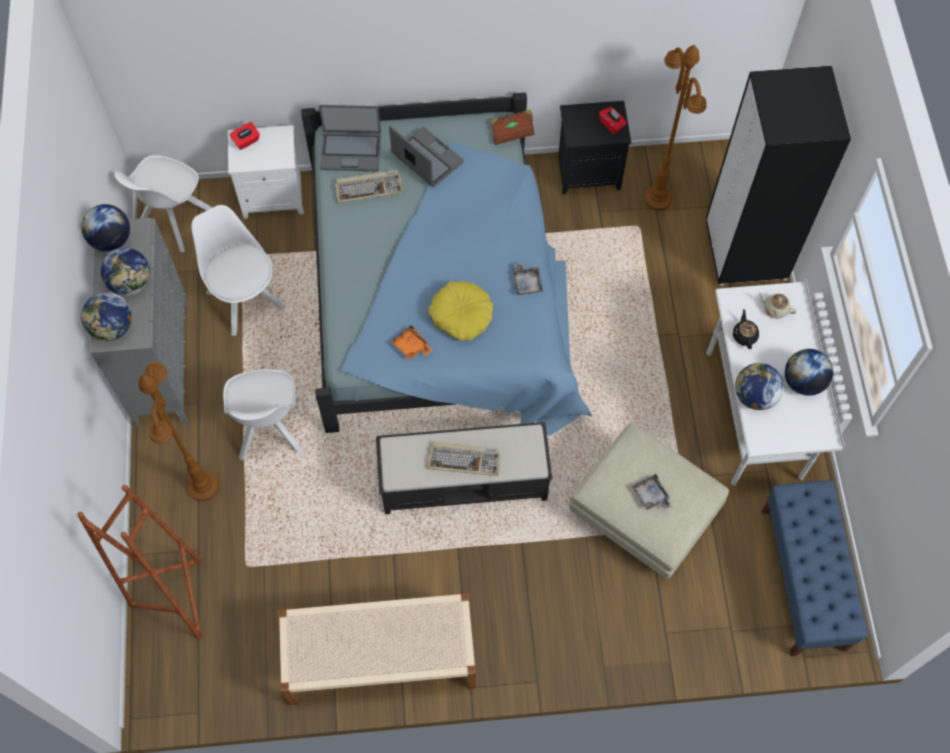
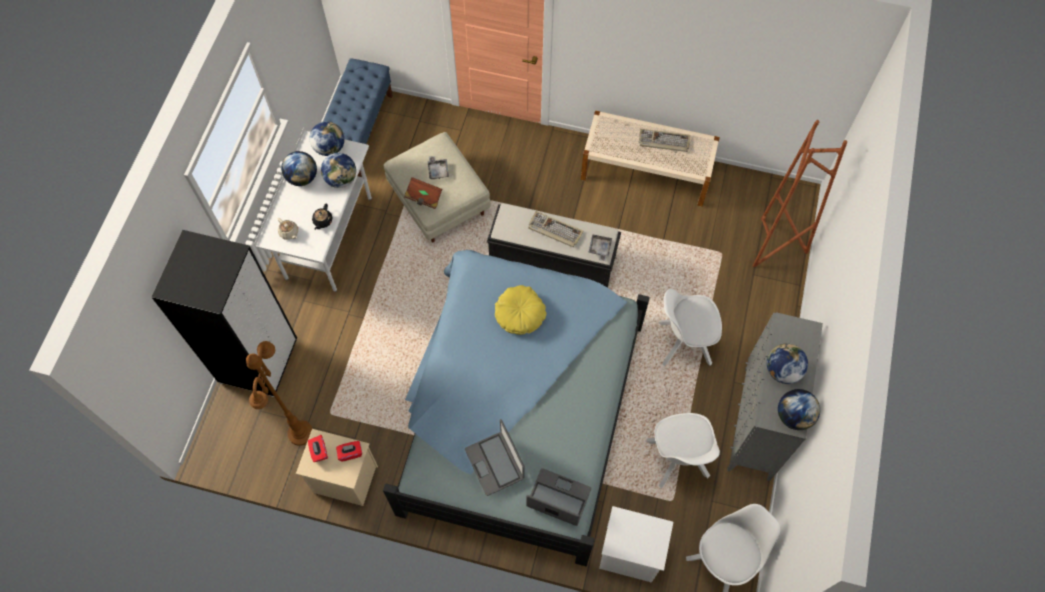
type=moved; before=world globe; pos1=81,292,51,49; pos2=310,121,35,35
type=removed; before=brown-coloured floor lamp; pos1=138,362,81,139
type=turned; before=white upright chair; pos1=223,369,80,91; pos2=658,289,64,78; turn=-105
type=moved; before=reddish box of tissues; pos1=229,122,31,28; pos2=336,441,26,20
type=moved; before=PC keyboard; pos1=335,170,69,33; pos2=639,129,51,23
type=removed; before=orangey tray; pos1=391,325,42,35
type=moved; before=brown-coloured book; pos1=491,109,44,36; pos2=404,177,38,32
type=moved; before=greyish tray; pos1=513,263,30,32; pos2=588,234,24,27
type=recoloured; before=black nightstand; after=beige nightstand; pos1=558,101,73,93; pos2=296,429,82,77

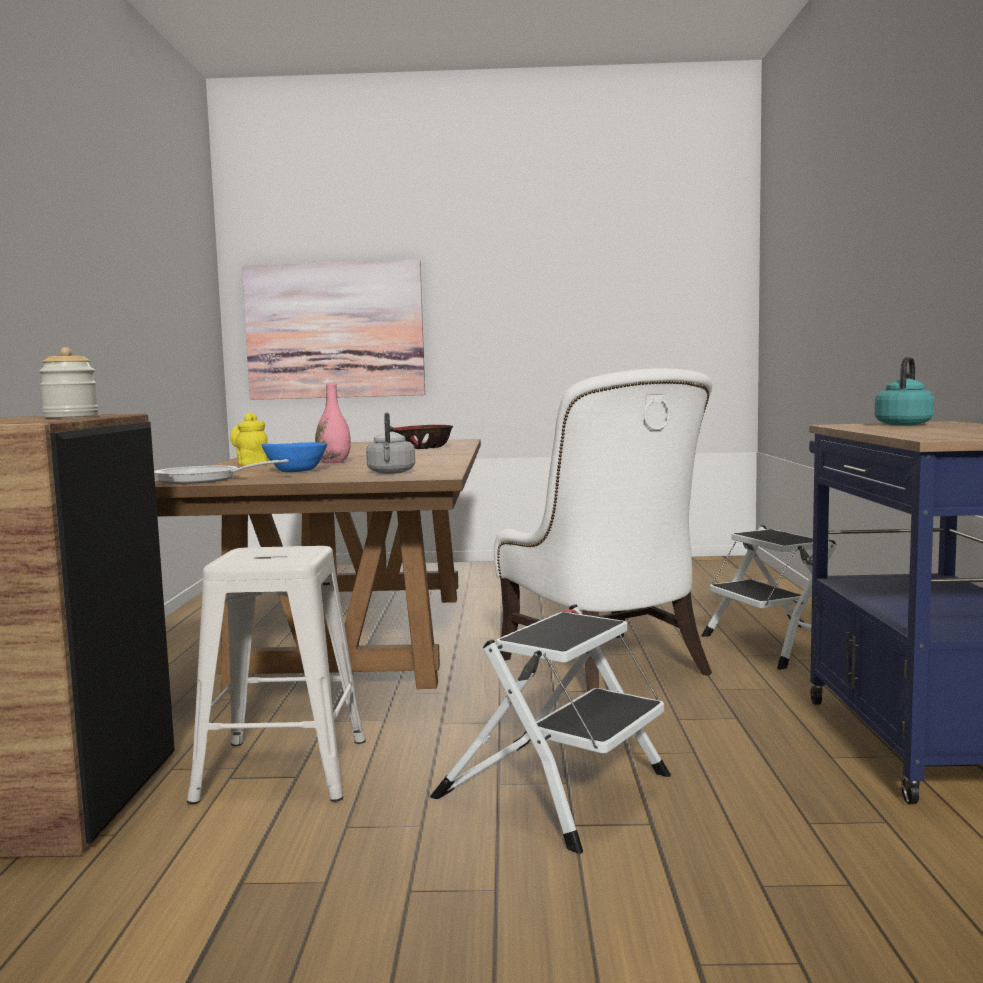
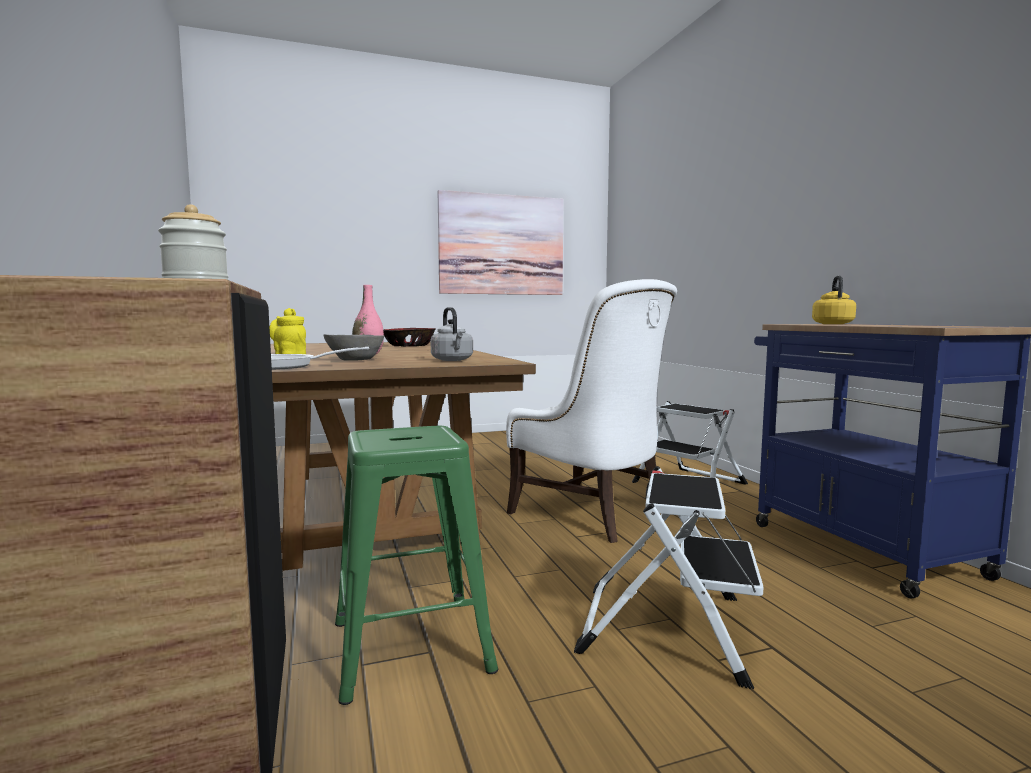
type=recoloured; before=white stool; after=greenish stool; pos1=187,546,179,258; pos2=335,426,163,279
type=moved; before=picture; pos1=242,260,183,140; pos2=438,190,125,105
type=recoloured; before=blue-coloured deep dish; after=greyish deep dish; pos1=262,442,65,30; pos2=324,334,60,27
type=recoloured; before=turquoise-coloured tea kettle; after=yellow-coloured tea kettle; pos1=875,357,59,69; pos2=812,276,44,48

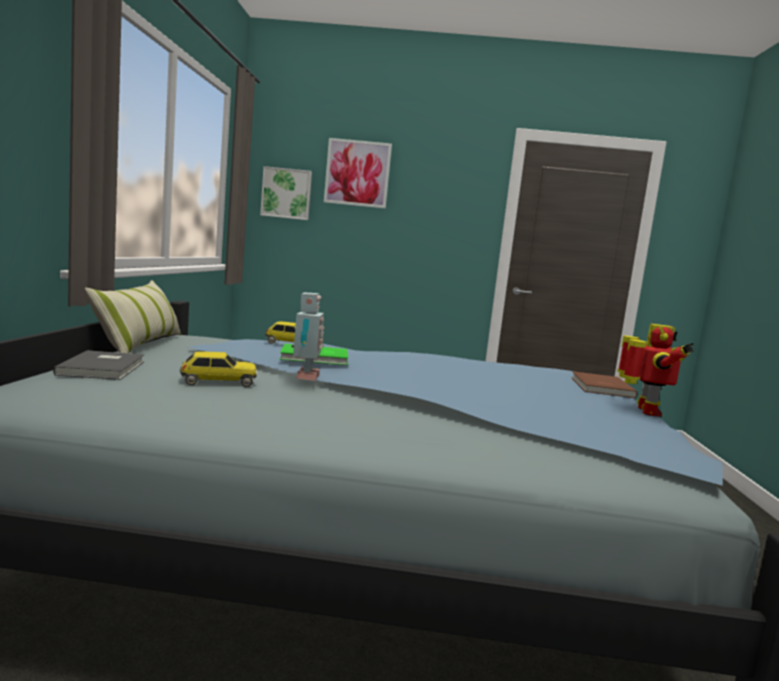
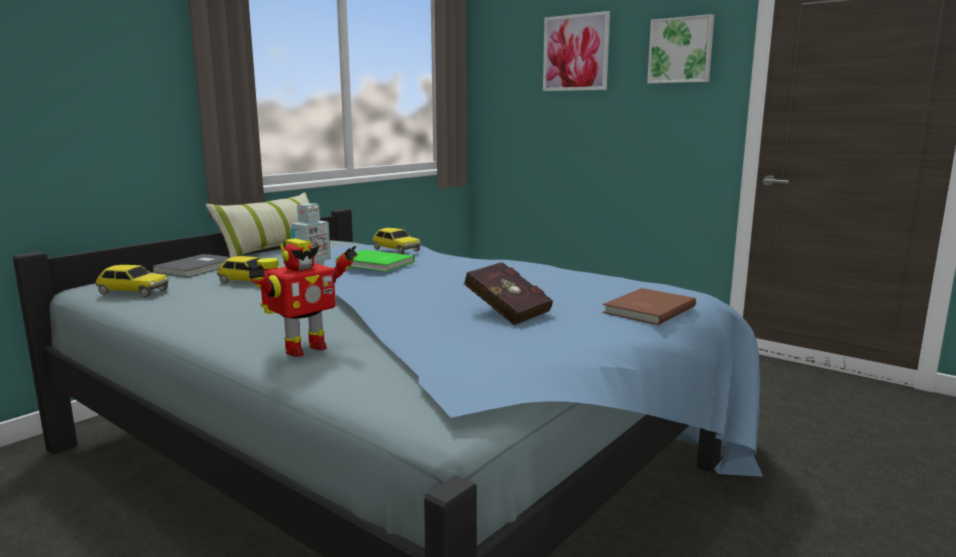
type=moved; before=picture; pos1=260,166,52,54; pos2=647,14,67,70
type=moved; before=toy robot; pos1=617,324,77,93; pos2=247,238,111,119
type=added; after=miniature car; pos2=95,265,74,32
type=added; after=reddish book; pos2=464,262,89,63

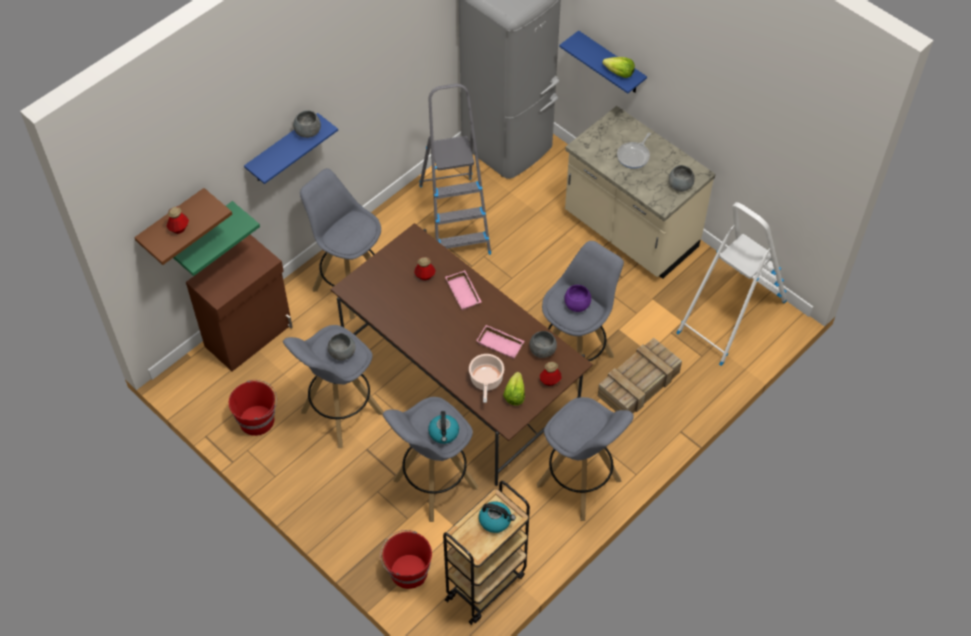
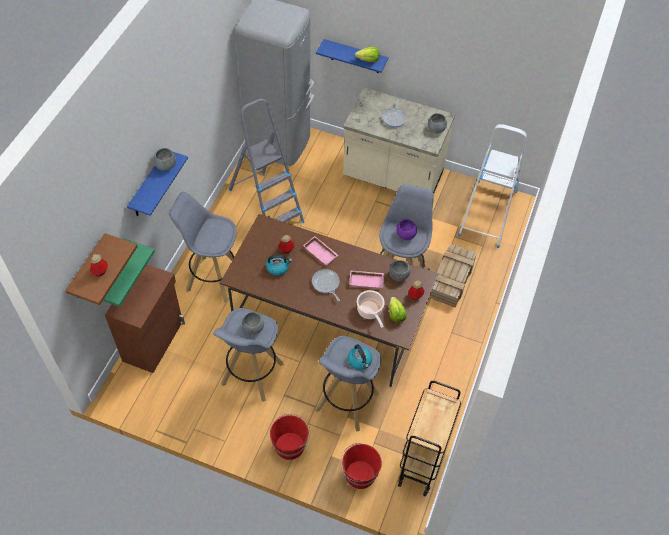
type=moved; before=reddish water bucket; pos1=229,380,48,56; pos2=270,414,40,46
type=moved; before=tea kettle; pos1=479,501,37,32; pos2=266,255,26,21
type=removed; before=greyish stool; pos1=537,397,97,124
type=added; after=skillet; pos2=312,269,28,33

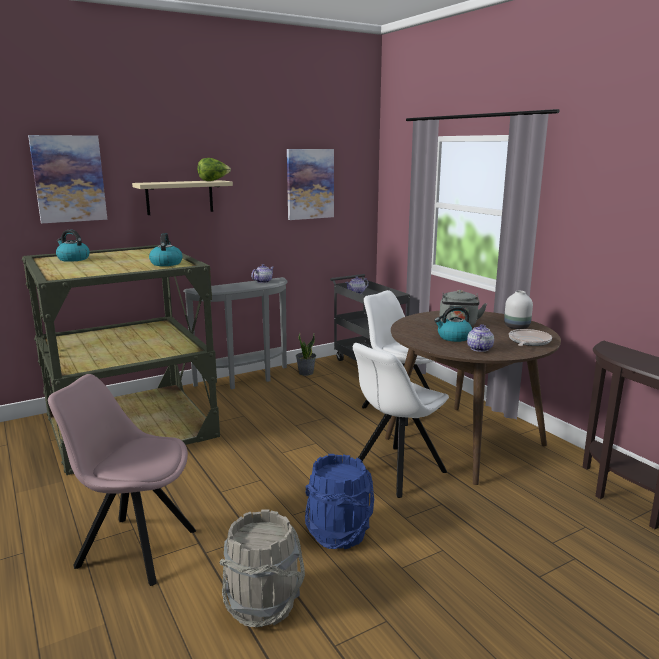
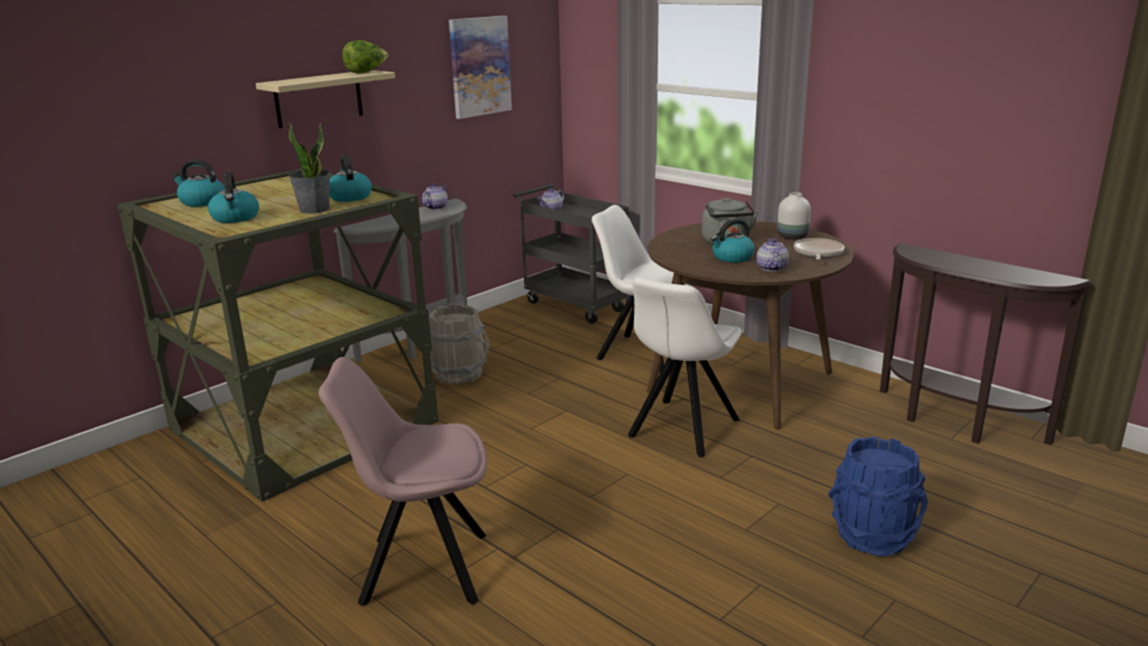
type=removed; before=picture; pos1=28,135,79,88
type=moved; before=greyish water bucket; pos1=219,509,86,118; pos2=430,303,60,82
type=moved; before=houseplant; pos1=296,332,20,44; pos2=289,123,42,91
type=moved; before=blue-coloured water bucket; pos1=305,454,69,95; pos2=828,437,100,119
type=added; after=tea kettle; pos2=208,172,51,51

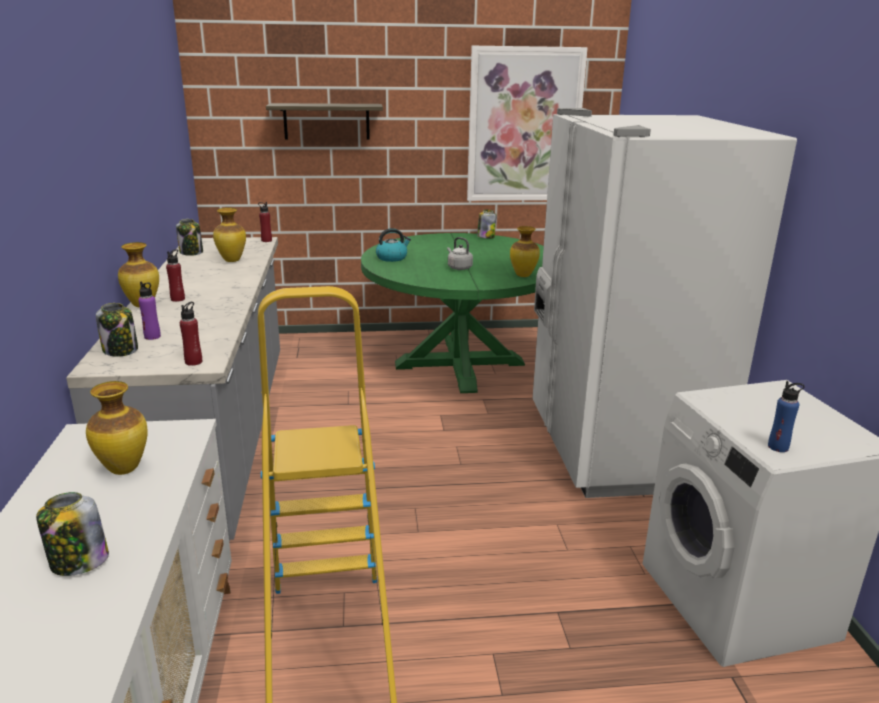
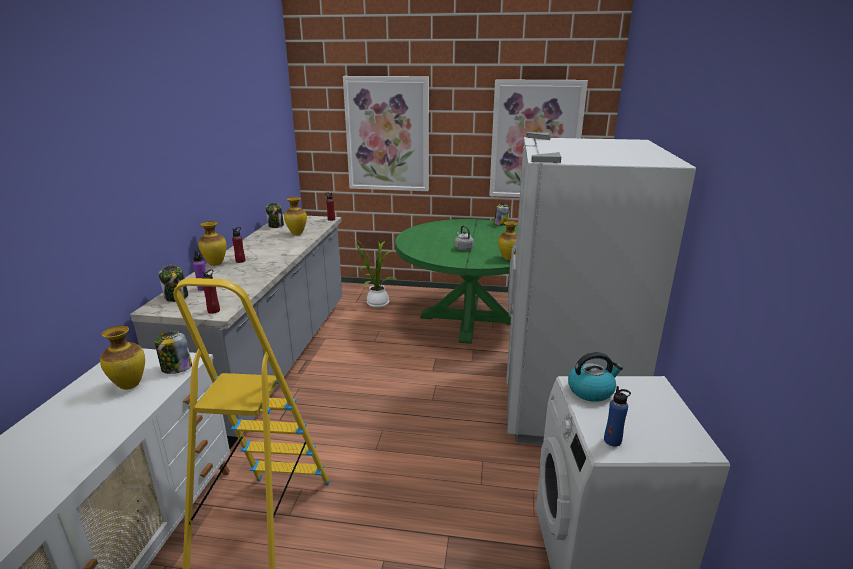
type=moved; before=storage jar; pos1=36,492,73,84; pos2=155,330,37,44
type=replaced; before=shelf; after=picture; pos1=266,103,117,37; pos2=343,76,86,115
type=moved; before=tea kettle; pos1=376,228,35,34; pos2=568,352,55,50
type=added; after=houseplant; pos2=349,237,47,71

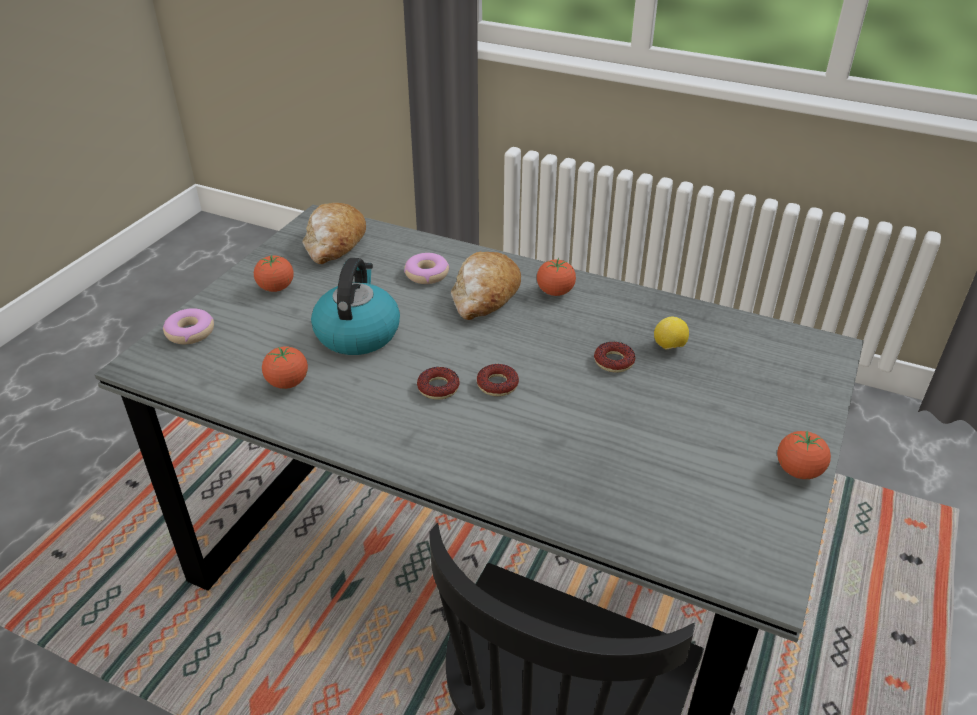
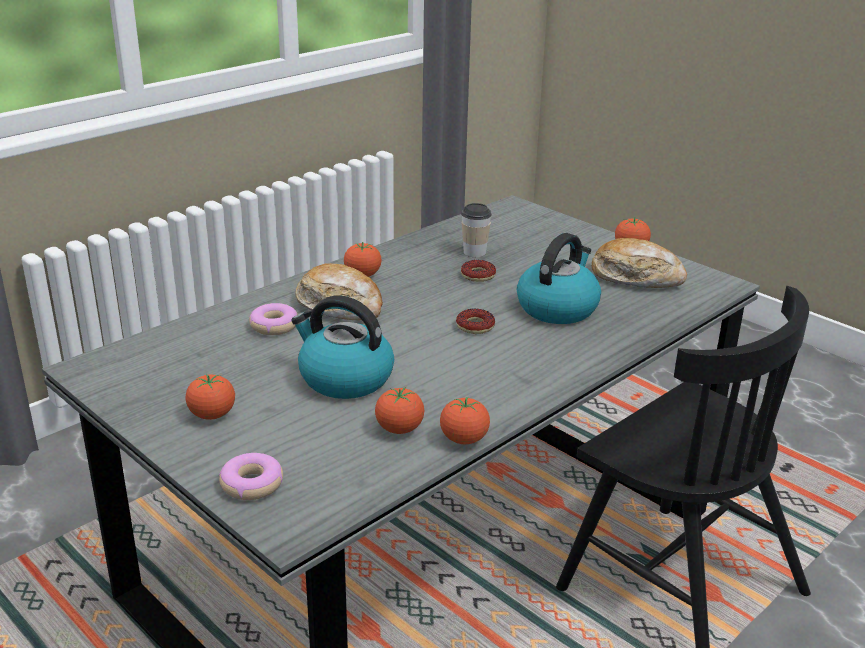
type=moved; before=bread; pos1=302,203,64,61; pos2=592,238,95,50
type=removed; before=doughnut; pos1=417,367,43,33
type=replaced; before=lemon; after=small cup; pos1=654,316,35,33; pos2=461,203,31,54
type=added; after=whole tomato; pos2=440,397,50,47
type=added; after=tea kettle; pos2=517,233,84,91

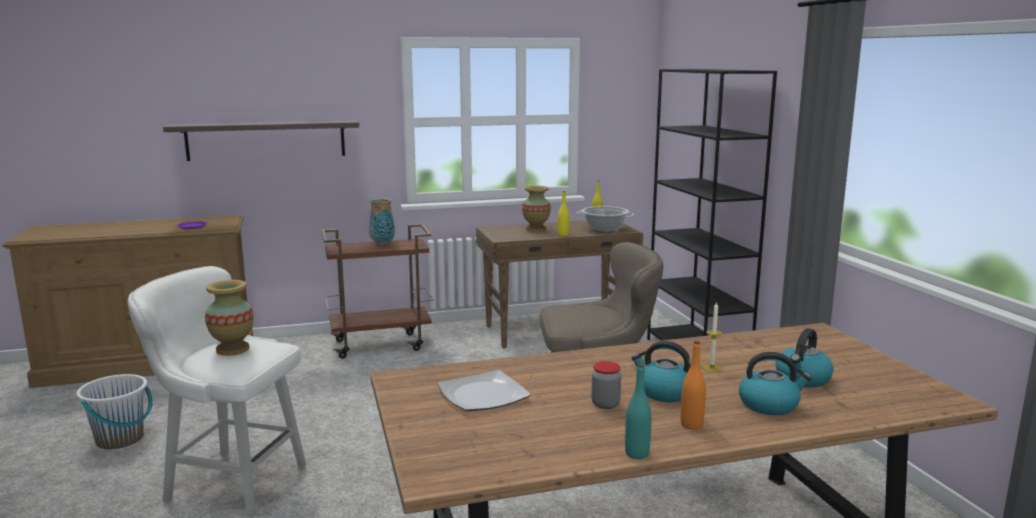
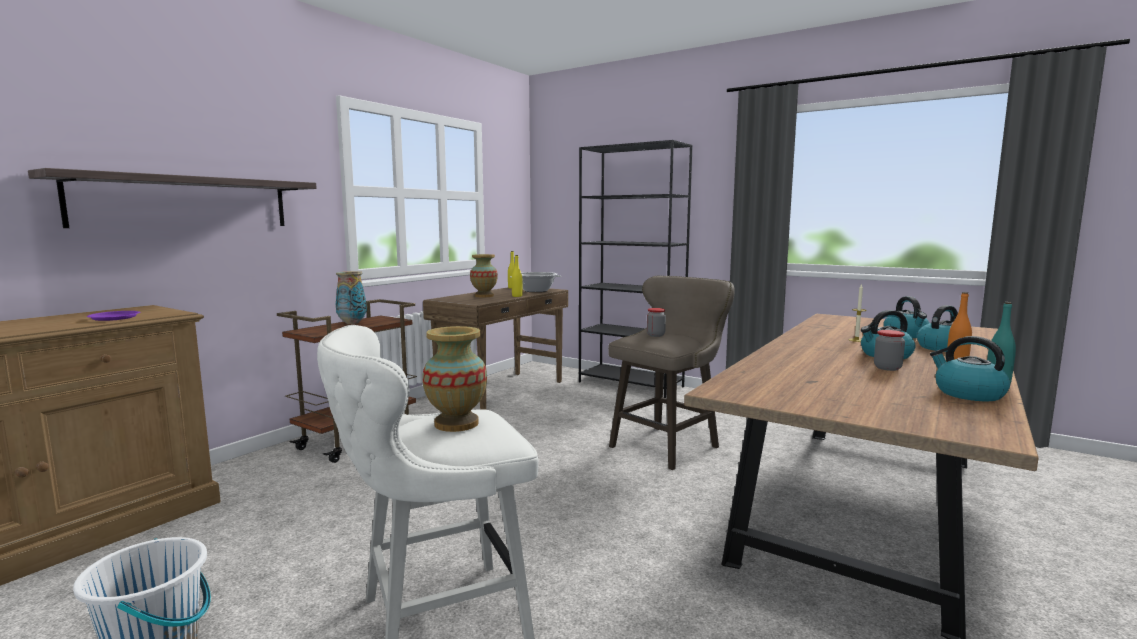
type=removed; before=dinner plate; pos1=437,370,94,41
type=added; after=storage jar; pos2=647,308,19,29
type=added; after=tea kettle; pos2=930,336,80,65

